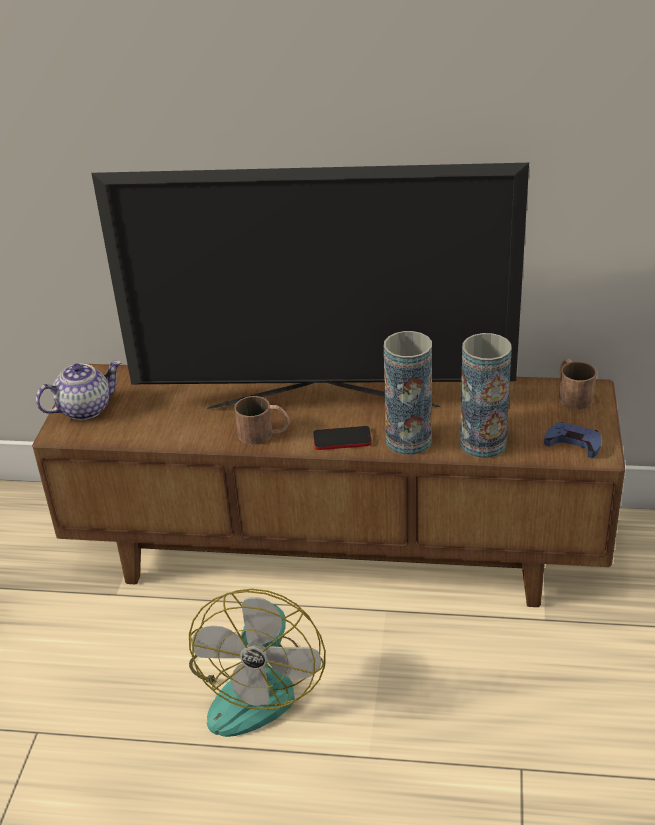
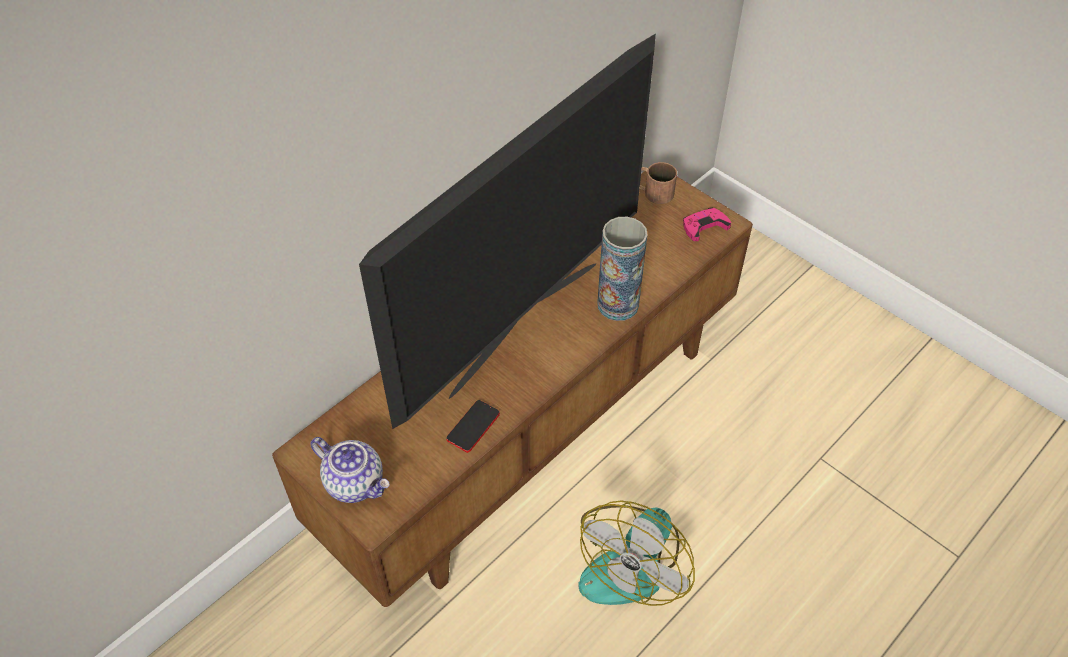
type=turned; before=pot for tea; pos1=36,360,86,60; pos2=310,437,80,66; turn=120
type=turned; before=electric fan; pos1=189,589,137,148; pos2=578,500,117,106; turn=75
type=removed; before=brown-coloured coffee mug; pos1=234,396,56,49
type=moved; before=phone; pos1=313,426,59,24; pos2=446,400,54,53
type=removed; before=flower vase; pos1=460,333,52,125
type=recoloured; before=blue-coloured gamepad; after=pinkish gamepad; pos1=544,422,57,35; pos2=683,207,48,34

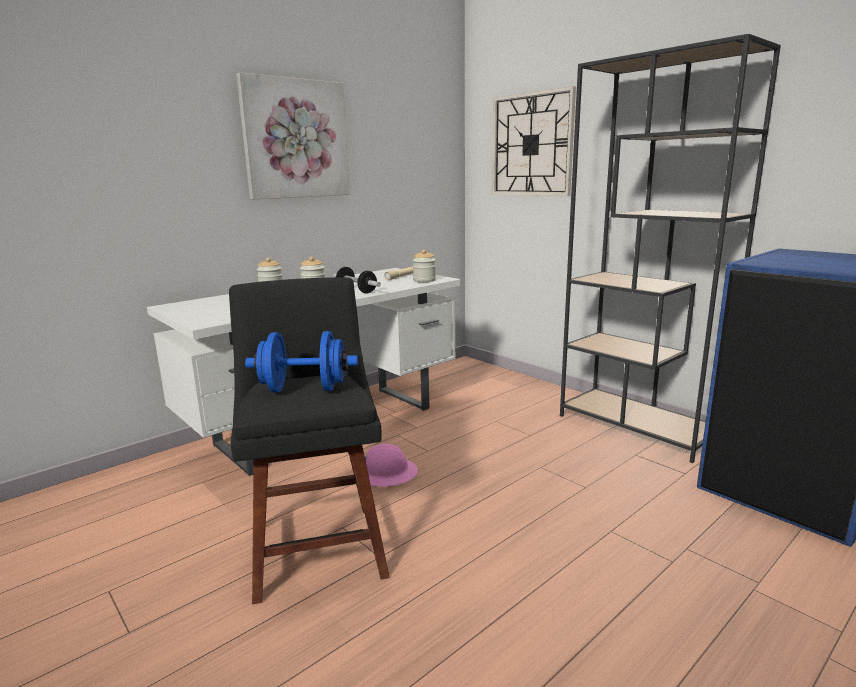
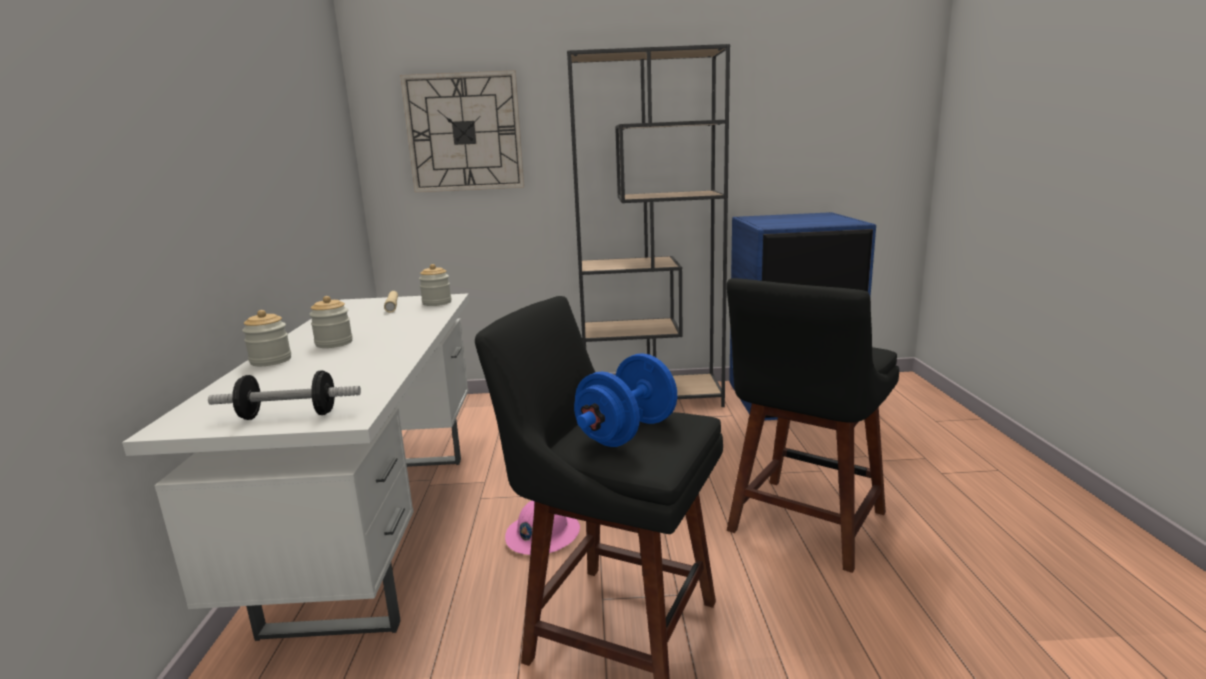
type=removed; before=picture; pos1=236,72,114,127
type=moved; before=free weight; pos1=333,267,48,26; pos2=208,370,153,50
type=added; after=black stool; pos2=727,278,172,295

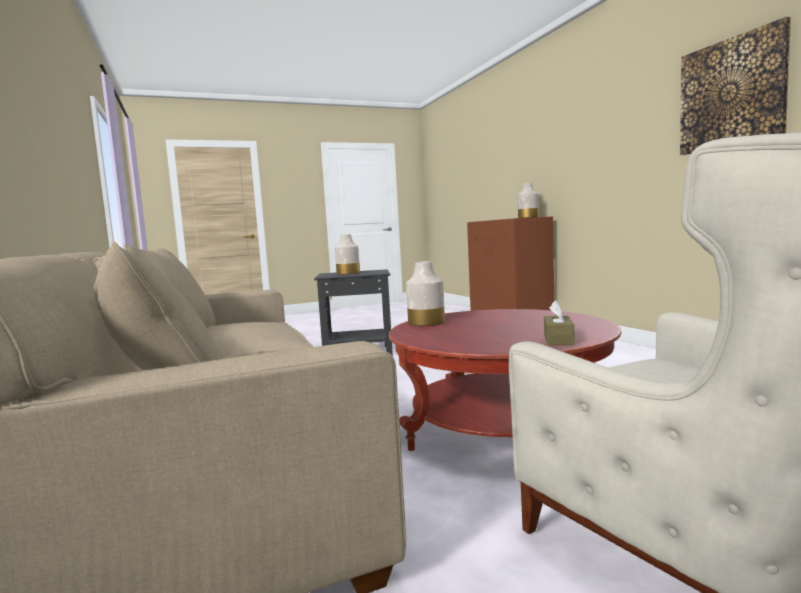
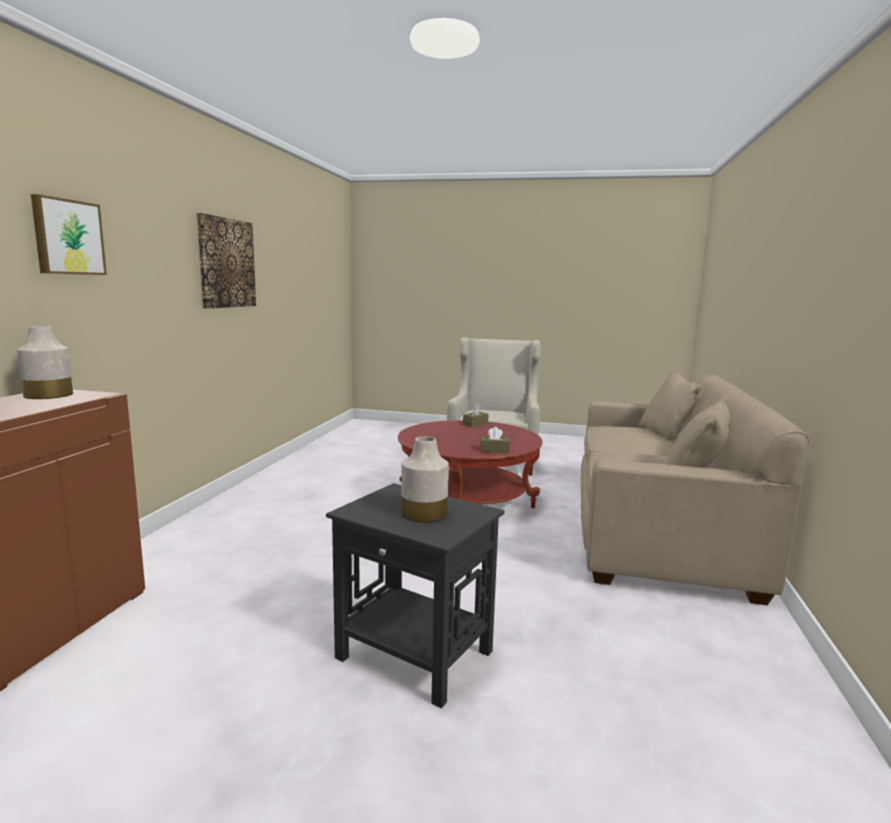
type=replaced; before=beige flower vase; after=brown-coloured box of tissues; pos1=406,261,39,65; pos2=480,427,30,26
type=added; after=picture; pos2=31,194,76,81

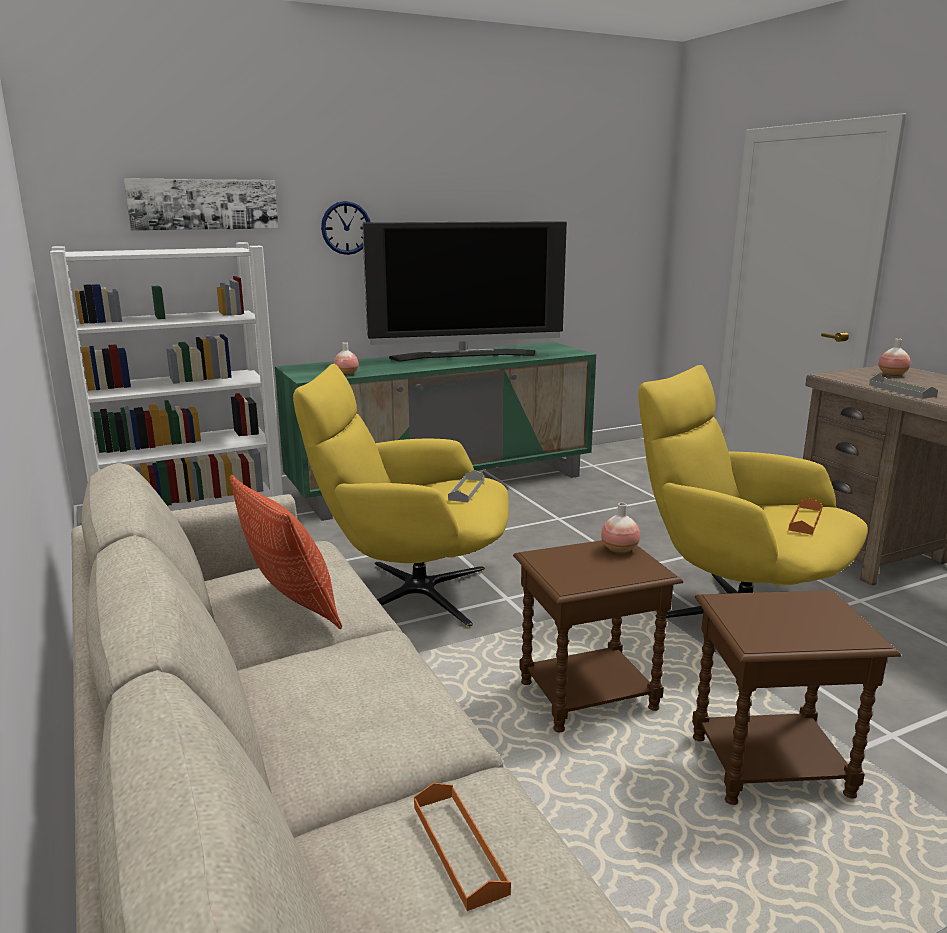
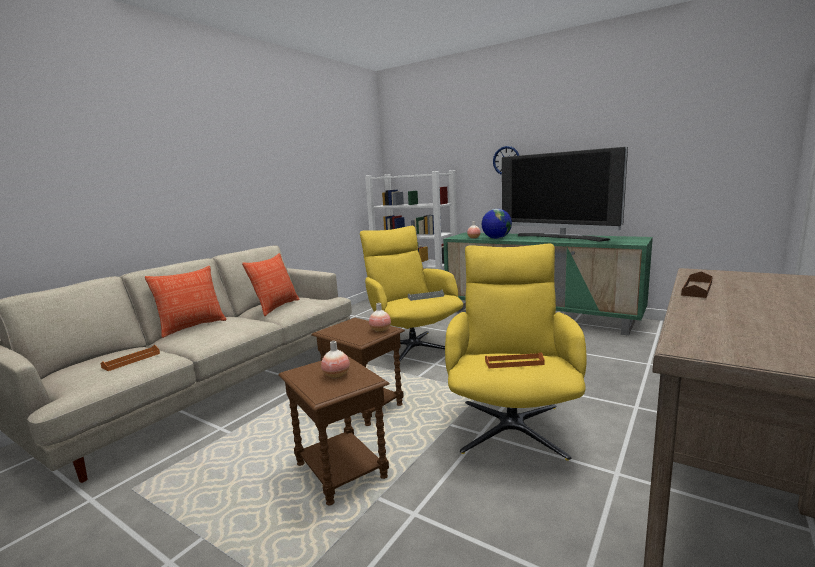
type=removed; before=picture; pos1=124,178,154,53
type=recoloured; before=greyish tray; after=brown-coloured tray; pos1=869,374,69,25; pos2=681,271,32,27
type=moved; before=flower vase; pos1=879,338,31,38; pos2=321,341,29,37
type=added; after=orangey cushion; pos2=145,266,81,72
type=added; after=world globe; pos2=482,209,30,30

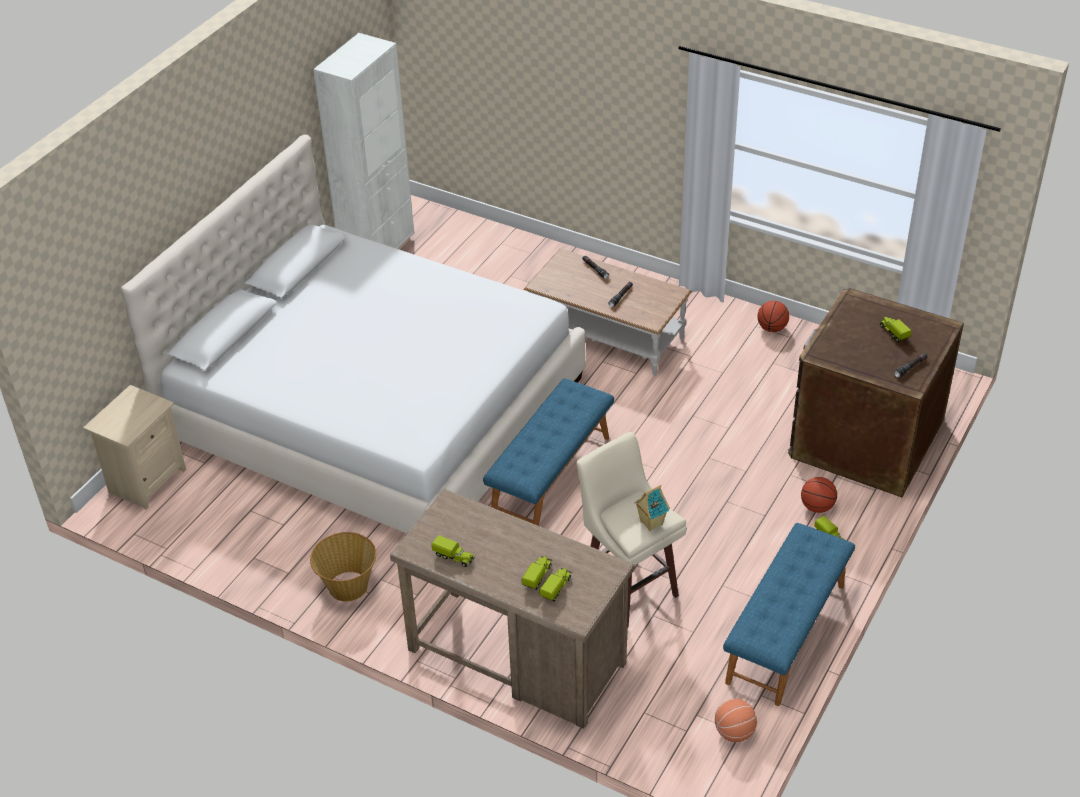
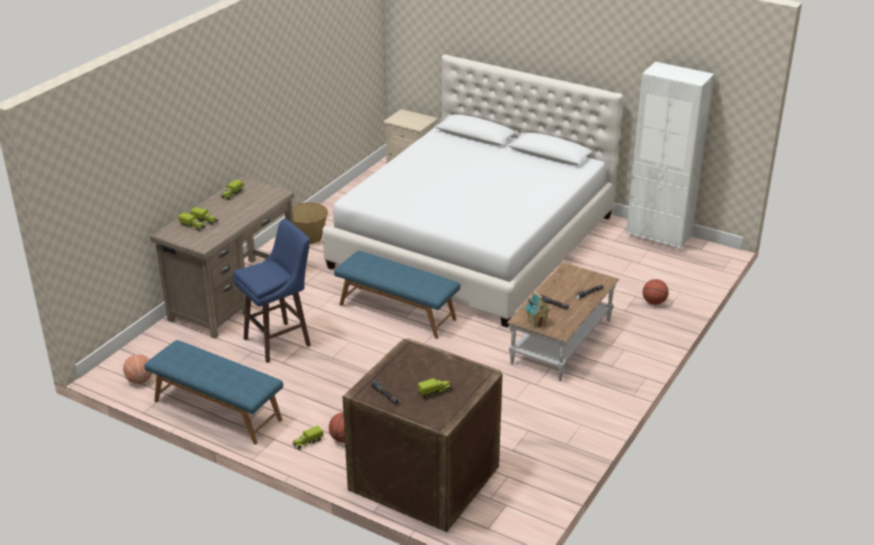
type=recoloured; before=beige stool; after=blue-coloured stool; pos1=576,432,111,196; pos2=233,219,78,144
type=moved; before=toy house; pos1=634,485,36,46; pos2=525,291,25,37
type=moved; before=ball for basketball; pos1=758,301,31,31; pos2=643,279,26,26

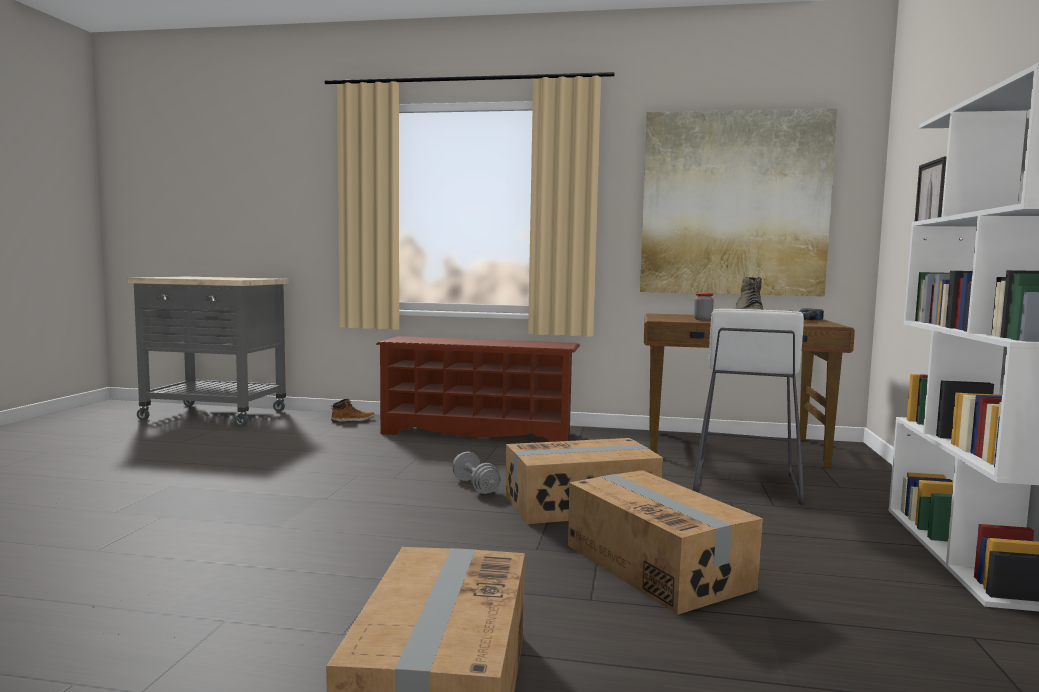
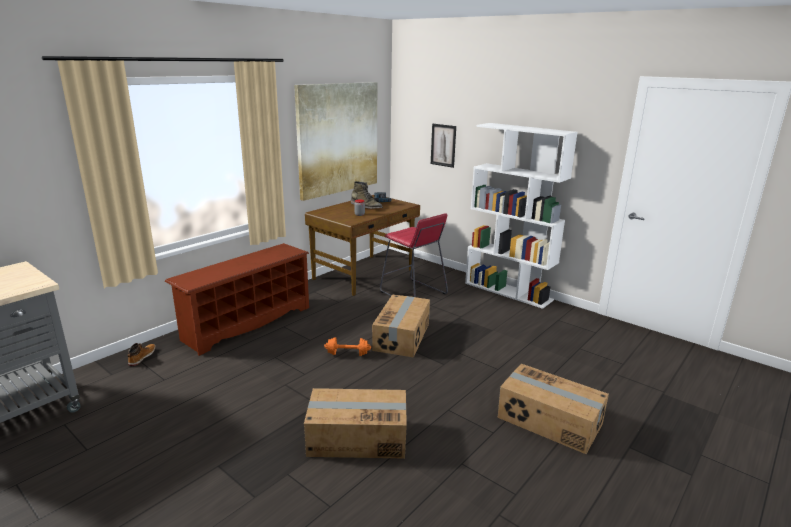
type=recoloured; before=greyish free weight; after=orangey free weight; pos1=453,451,48,43; pos2=324,337,47,19
type=moved; before=cardboard box; pos1=568,470,195,145; pos2=304,388,103,70
type=recoloured; before=white stool; after=reddish stool; pos1=692,309,112,195; pos2=380,213,68,84

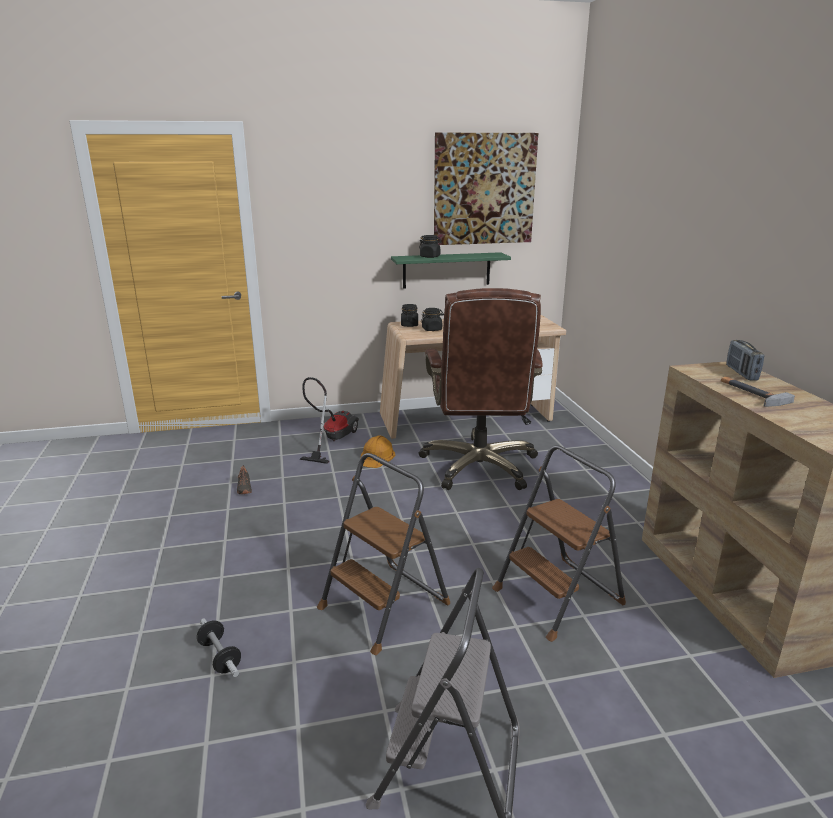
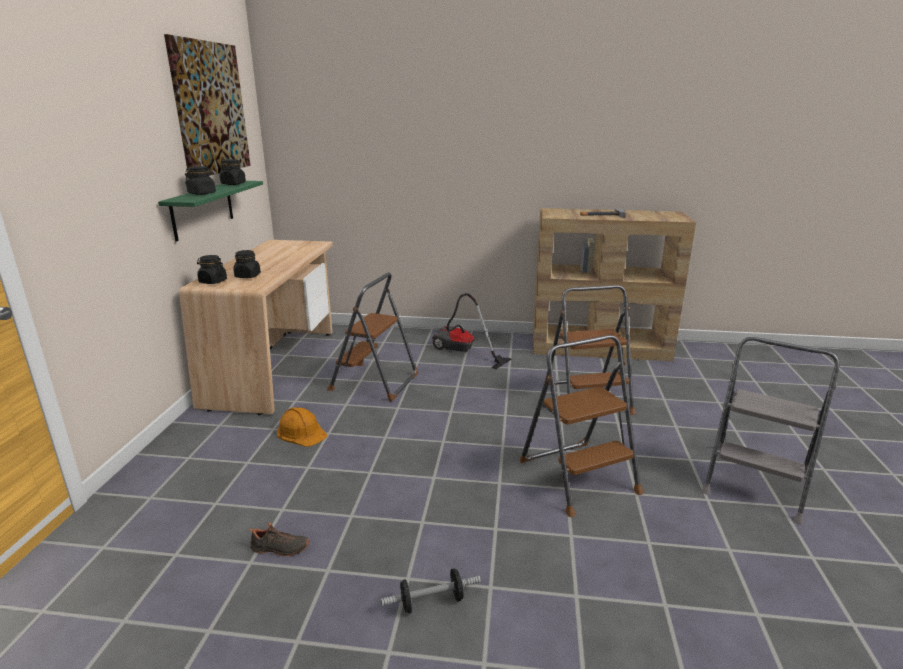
type=moved; before=free weight; pos1=197,618,44,59; pos2=380,568,101,46
type=moved; before=hoover; pos1=300,377,59,87; pos2=432,293,80,76
type=replaced; before=brown-coloured computer chair; after=brown-coloured step ladder; pos1=418,288,125,202; pos2=327,273,91,128
type=removed; before=radio receiver; pos1=726,340,38,41
type=added; after=black storage jar; pos2=220,159,26,26

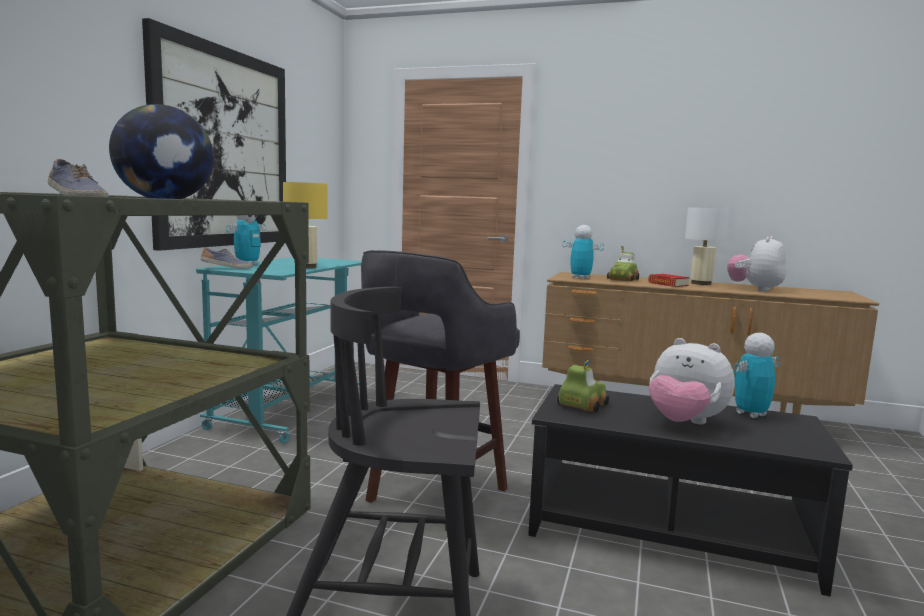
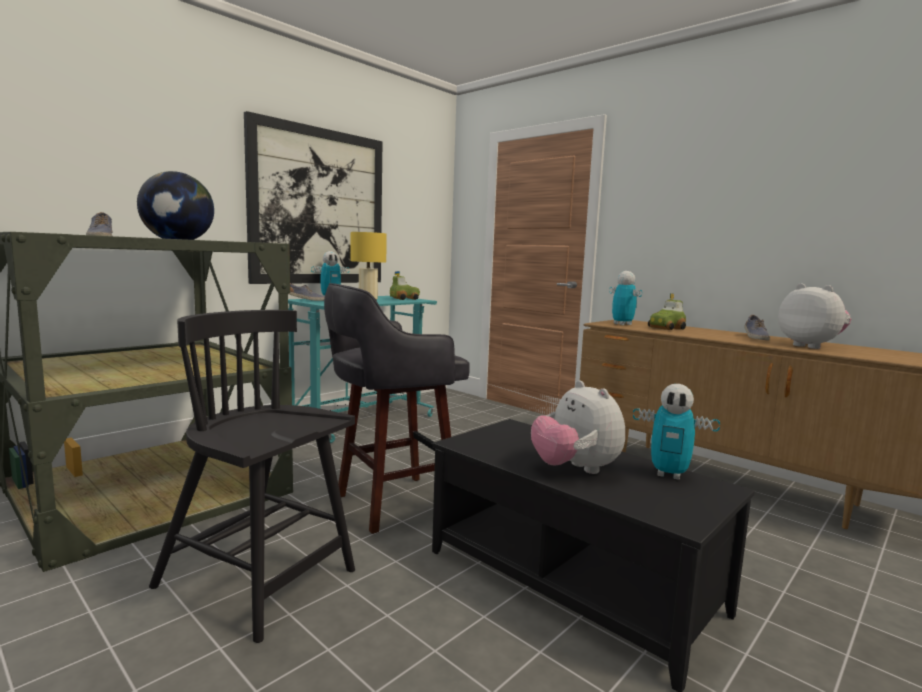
type=moved; before=miniature car; pos1=557,360,52,52; pos2=390,271,30,29
type=removed; before=book; pos1=648,274,41,13
type=replaced; before=white table lamp; after=item of footwear; pos1=685,207,45,78; pos2=745,315,25,25
type=turned; before=soft toy; pos1=727,236,59,56; pos2=778,284,73,65; turn=90
type=turned; before=toy robot; pos1=733,333,46,85; pos2=633,384,87,96; turn=-150

